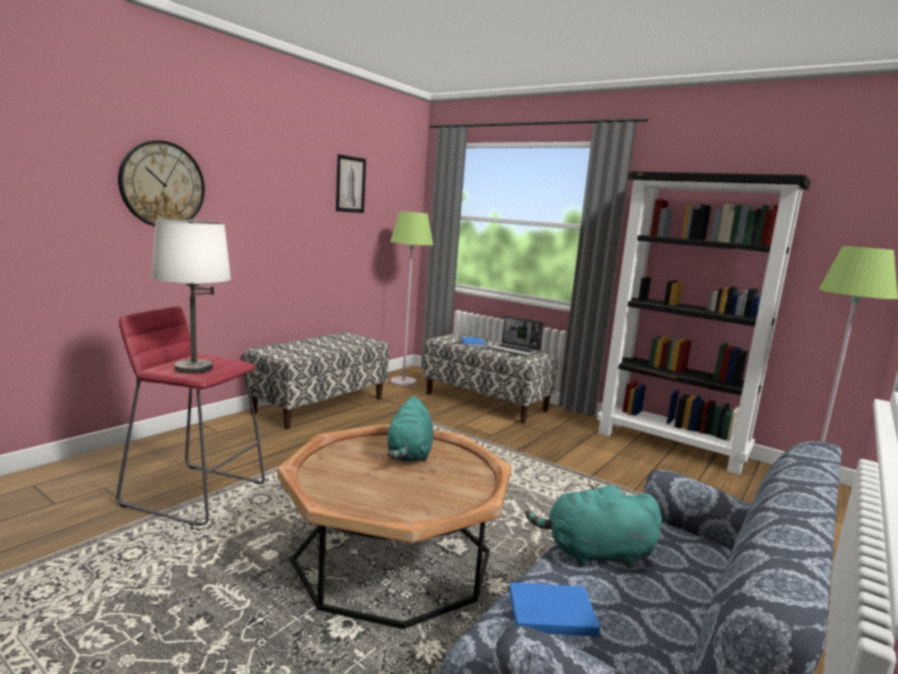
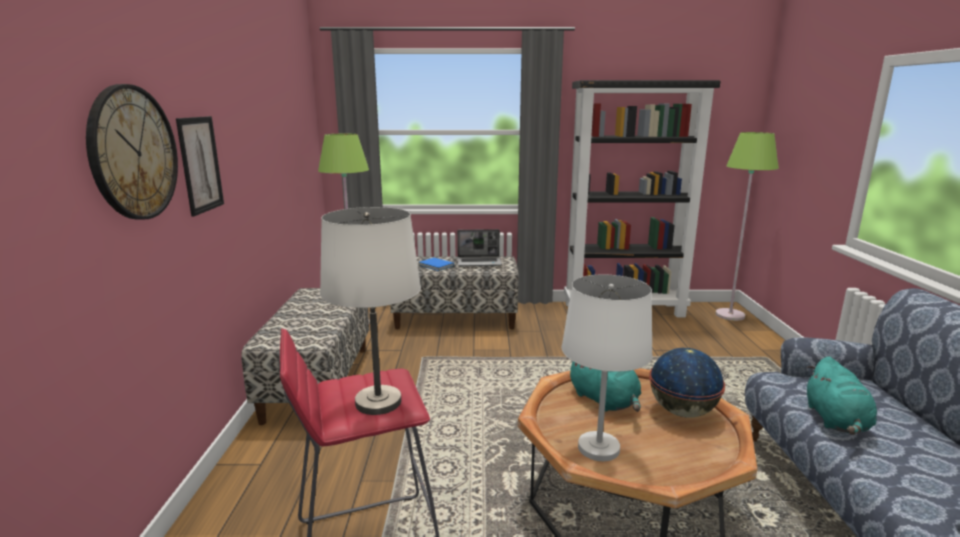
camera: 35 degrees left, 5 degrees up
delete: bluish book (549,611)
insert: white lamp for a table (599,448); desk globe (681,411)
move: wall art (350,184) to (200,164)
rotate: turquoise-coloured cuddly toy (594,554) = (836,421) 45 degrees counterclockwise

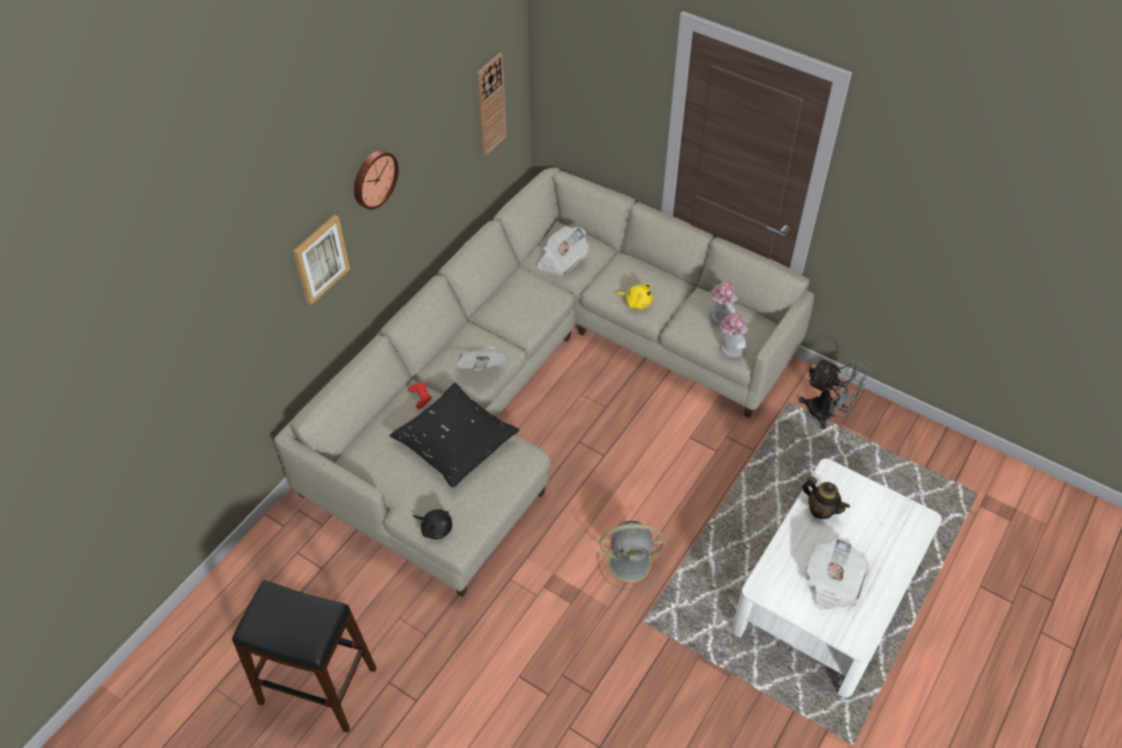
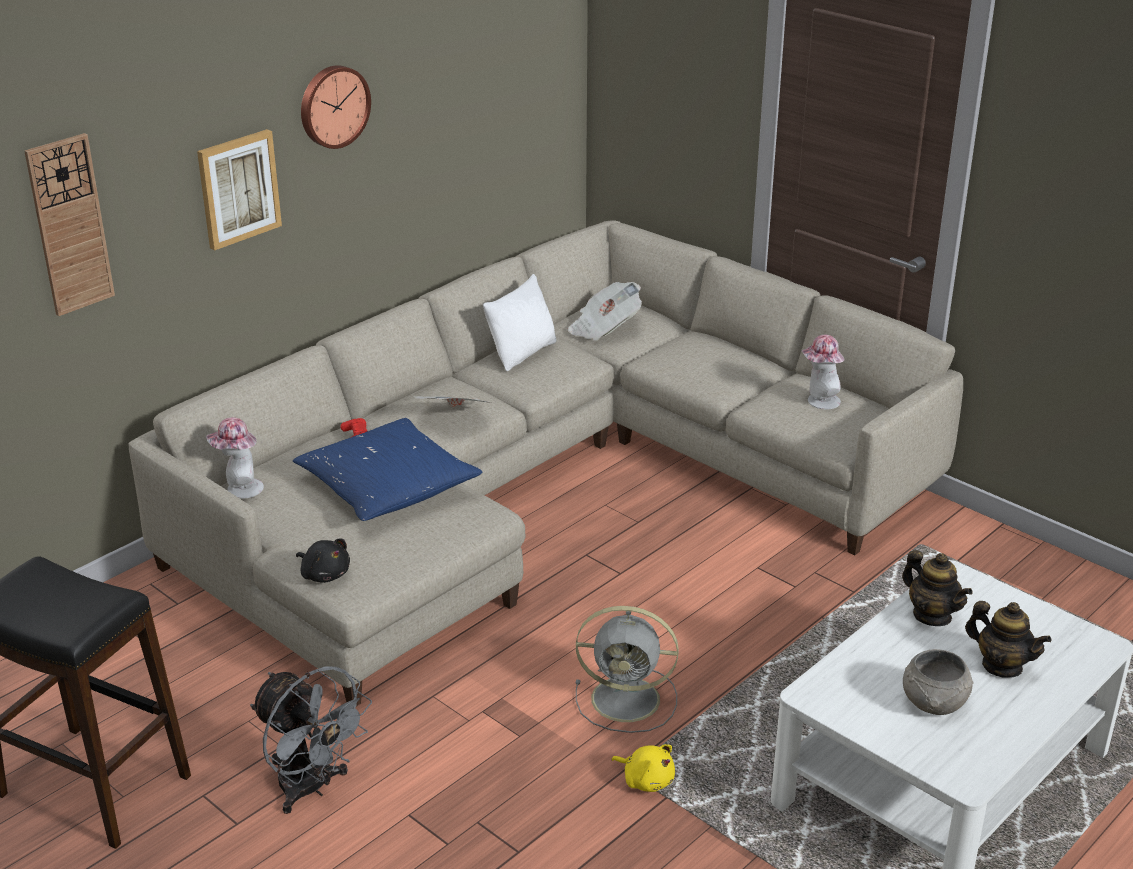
camera: 10 degrees right, 20 degrees down
insert: white pillow (522,353); pot for tea (1001,666)
move: hanging clock (491,105) to (70,225); clothing hat (730,349) to (240,489); gray cooling fan (828,413) to (312,788); yellow cuddly toy (637,302) to (646,780)
replace: daily paper (832,584) to gray bowl (933,704)
recolor: black-coloured pillow (455,442) to bluish pillow (388,486)

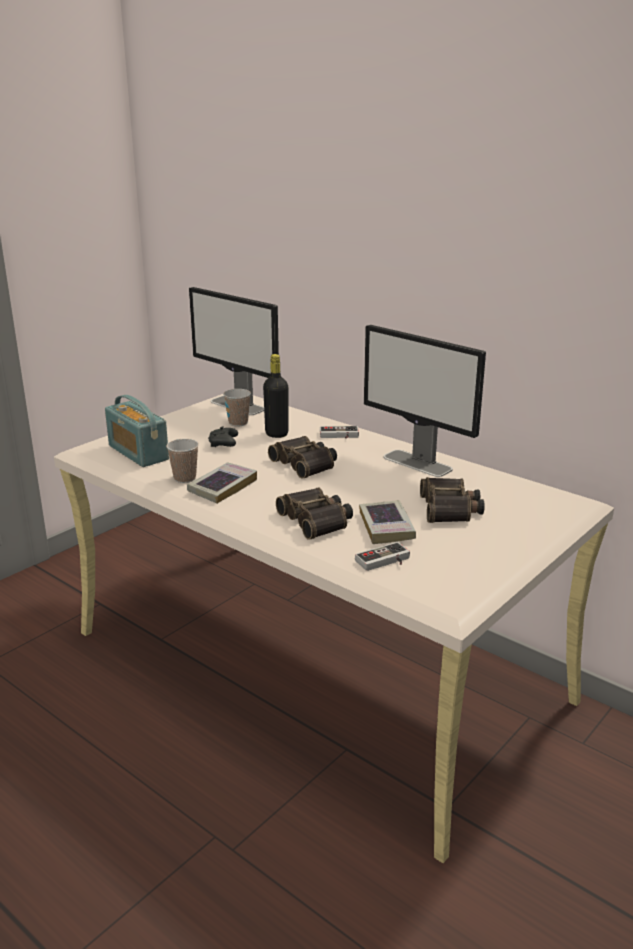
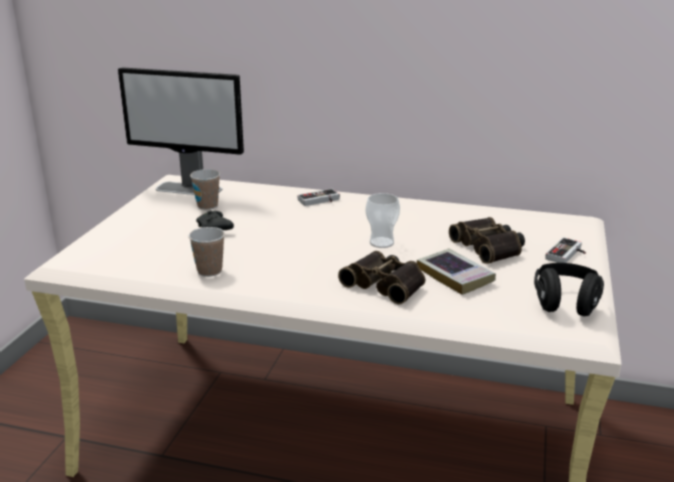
camera: 25 degrees left, 0 degrees up
delete: radio receiver (138,453); book (222,487); black-coloured beverage bottle (276,434); pair of binoculars (306,464); computer screen (418,463)
insert: cup (381,243); black-coloured headphones (565,303)
move: gamepad (385,562) to (567,255)

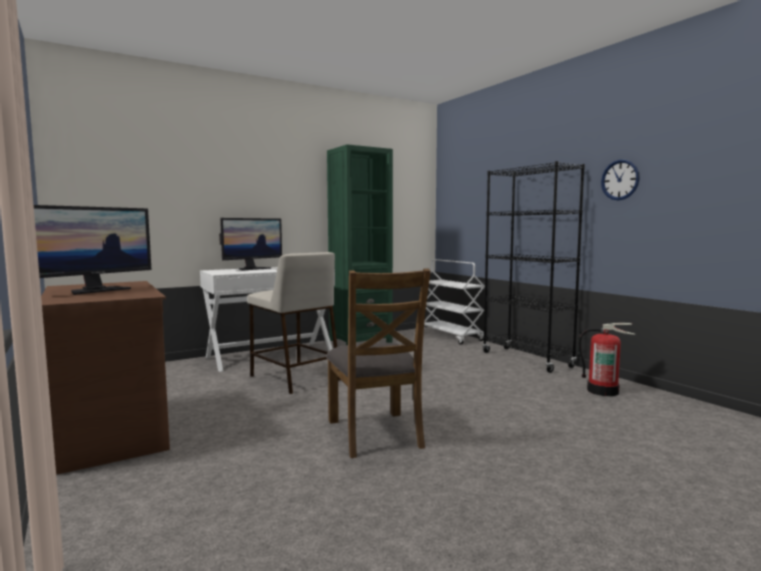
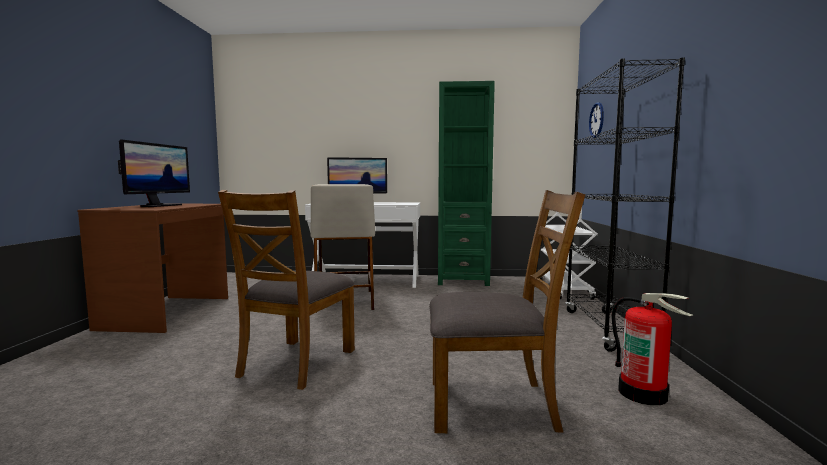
camera: 35 degrees right, 0 degrees up
insert: brown chair (492,404)
move: hanging clock (620,180) to (596,120)
rotate: computer screen (96,290) = (158,206) 60 degrees counterclockwise

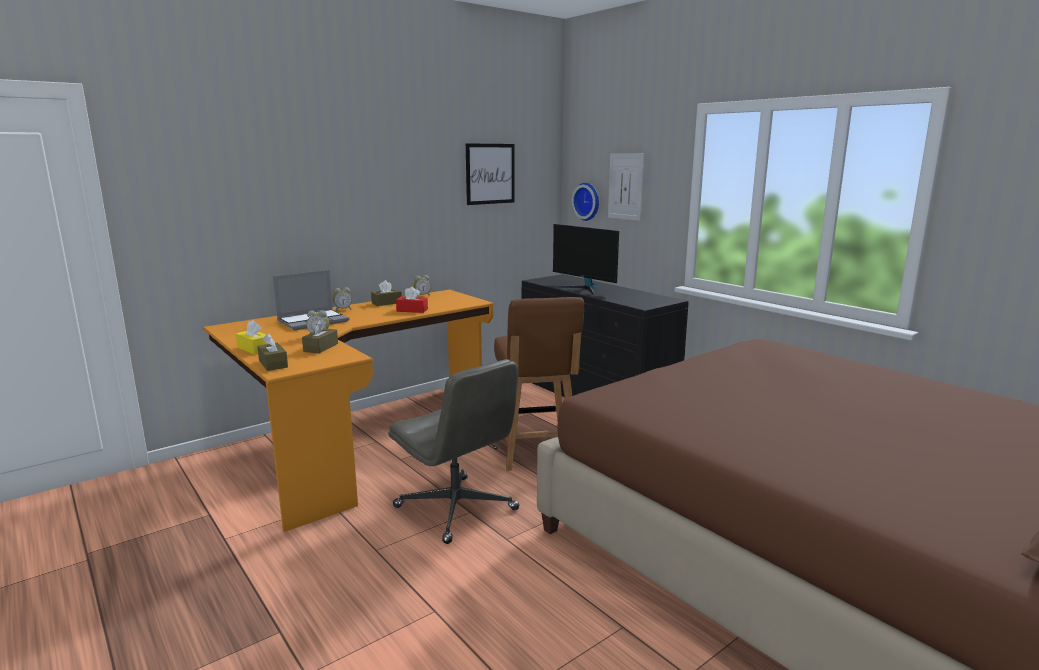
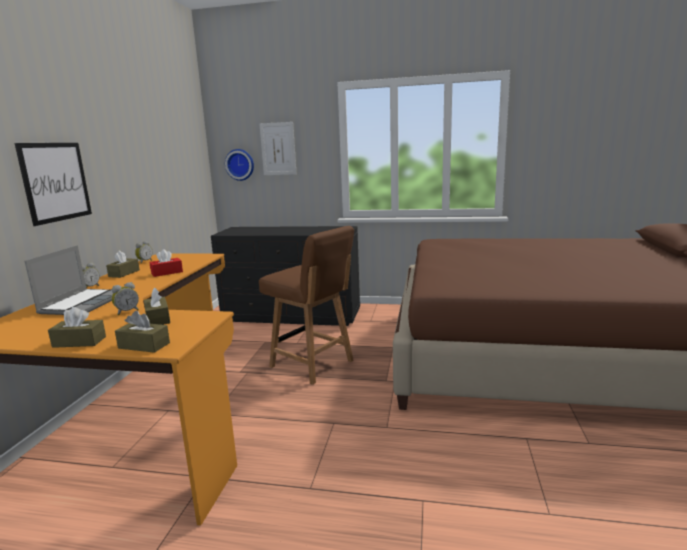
camera: 40 degrees left, 0 degrees up
delete: gray desk chair (457,509); computer screen (584,288)
move: wall art (490,174) to (55,182)
recolor: yellow box of tissues (254,349) to brown box of tissues (79,342)

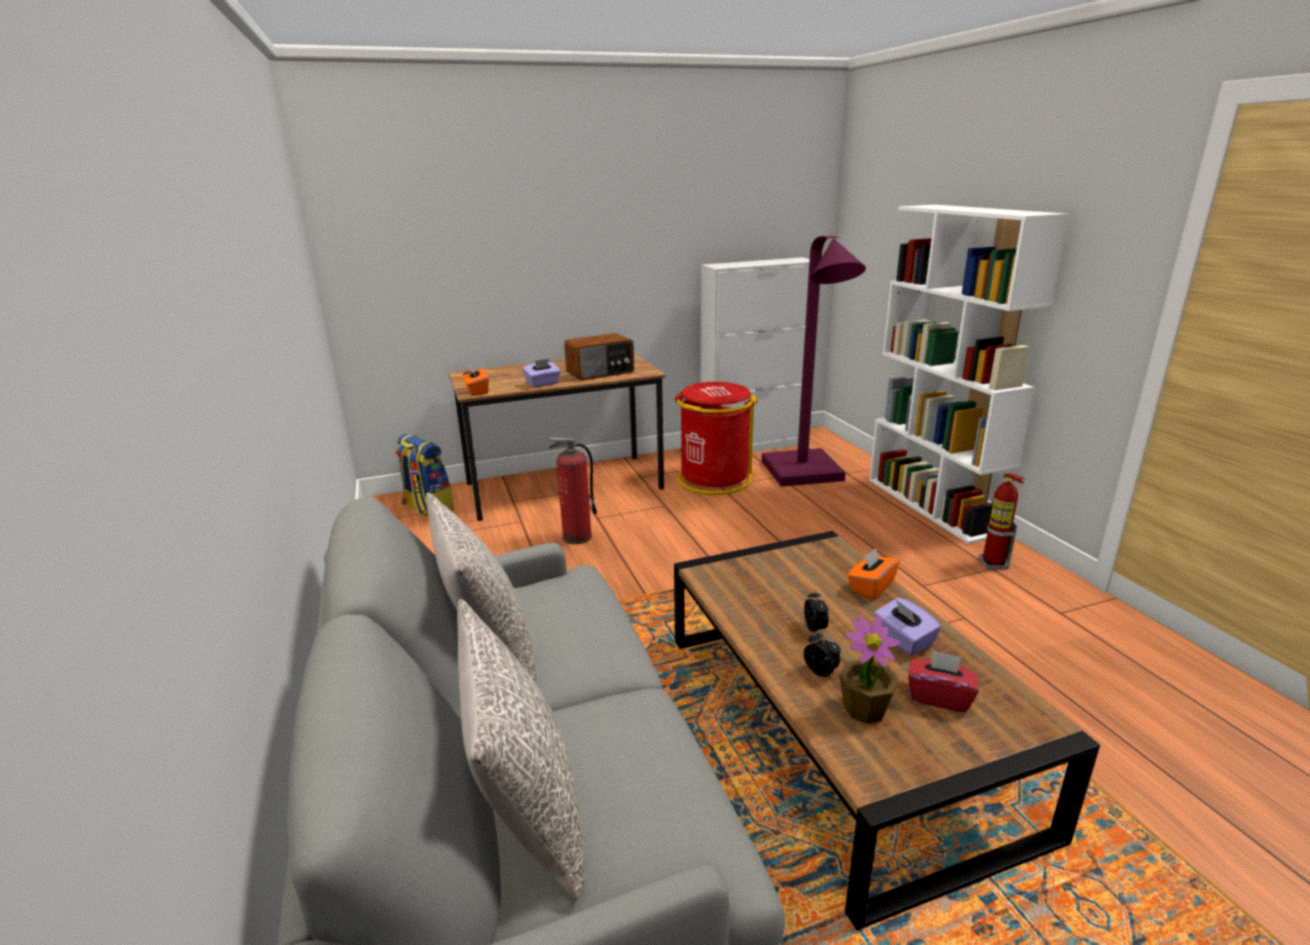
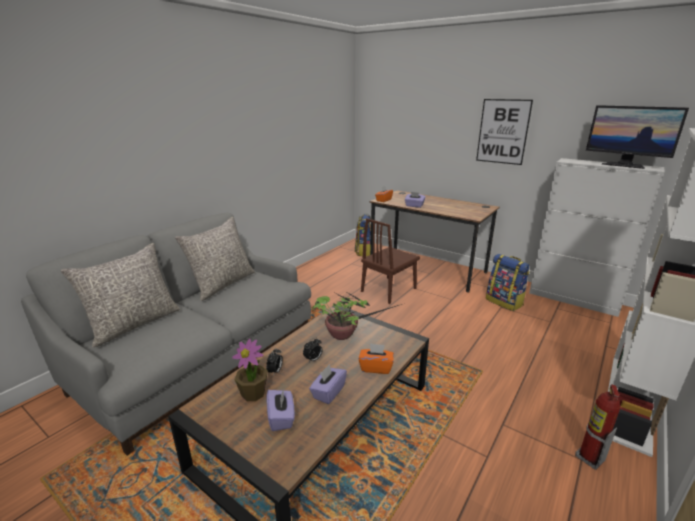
camera: 55 degrees right, 0 degrees up
delete: radio receiver (601,372); purplish standing lamp (806,476)
insert: plant in a pot (343,335); wall art (503,131); computer screen (624,165)
replace: fire extinguisher (577,537) to brown chair (388,289); reddish waste bin (713,479) to knapsack (504,302)
recolor: reddish box of tissues (939,697) to purplish box of tissues (281,418)

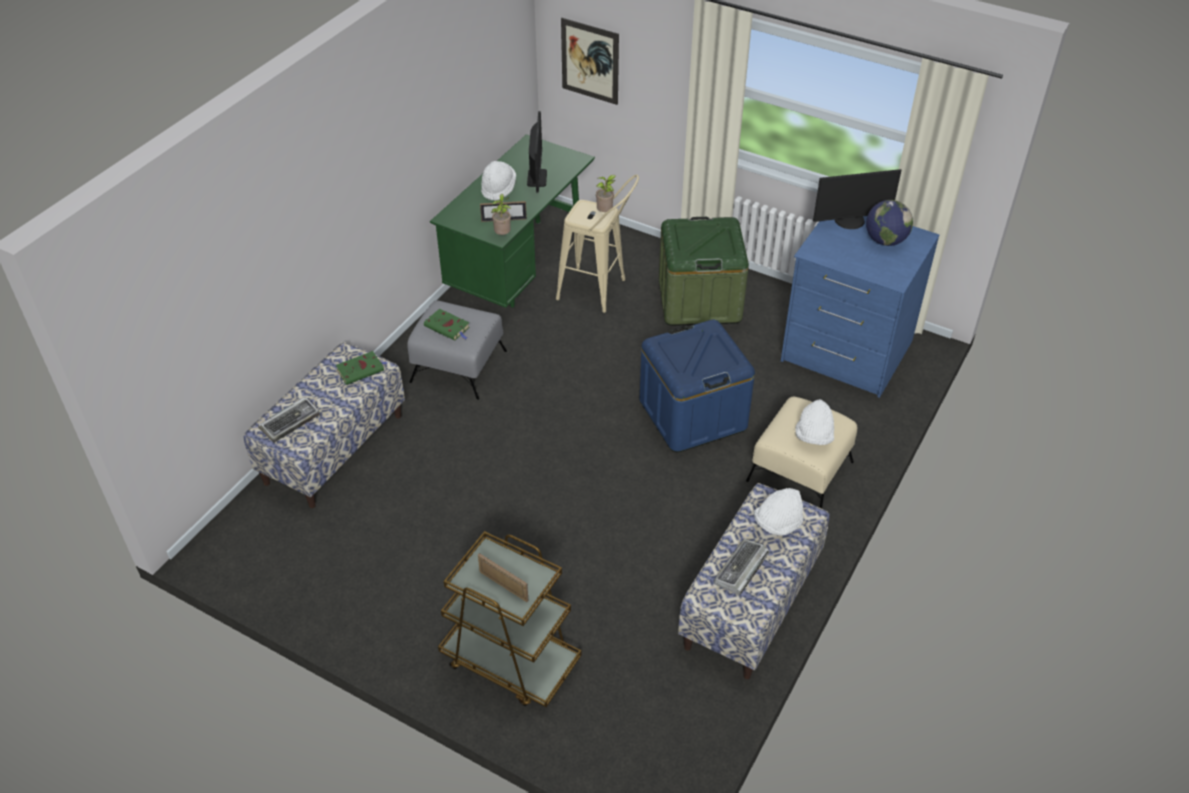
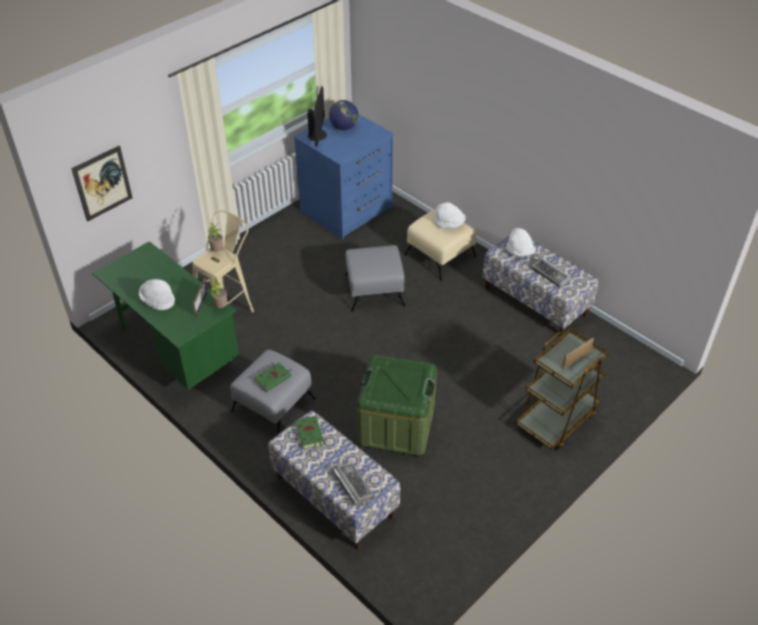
camera: 75 degrees left, 0 degrees up
delete: computer screen (537,178)
move: green-coloured storage container (699,300) to (396,425)
replace: bluish storage container (692,415) to gray ottoman (375,290)

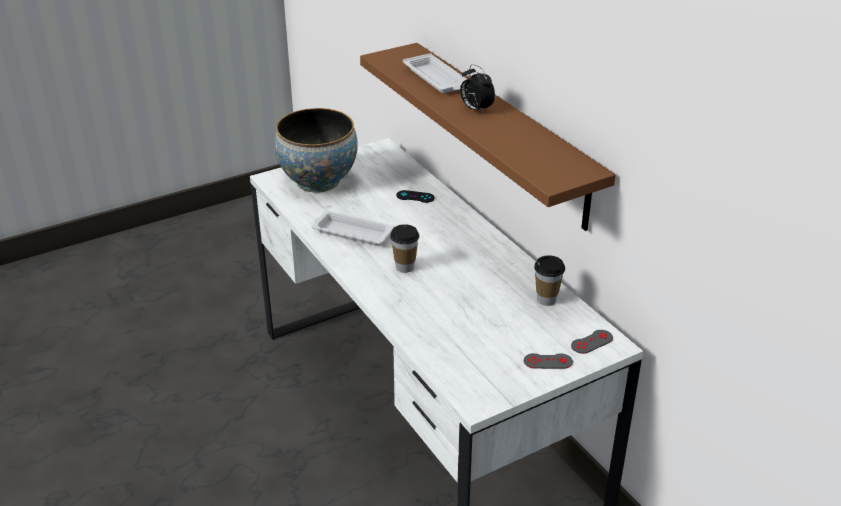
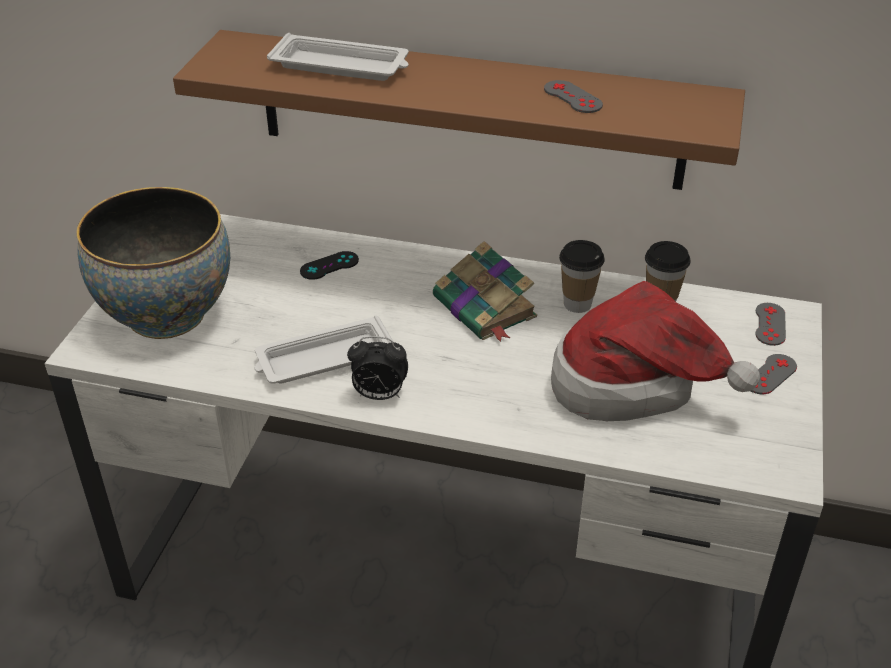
camera: 45 degrees left, 5 degrees up
insert: book (485,309); gray gamepad (572,97); clothing hat (634,385)
move: bedside clock (475,109) to (379,395); cup (405,267) to (577,304)

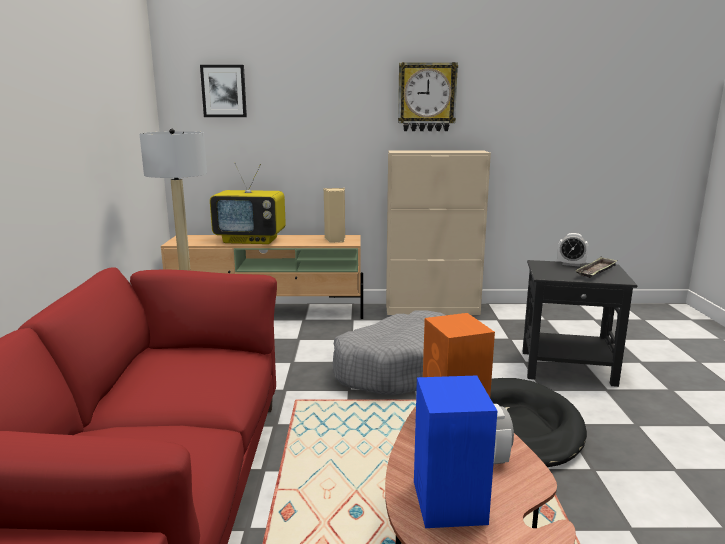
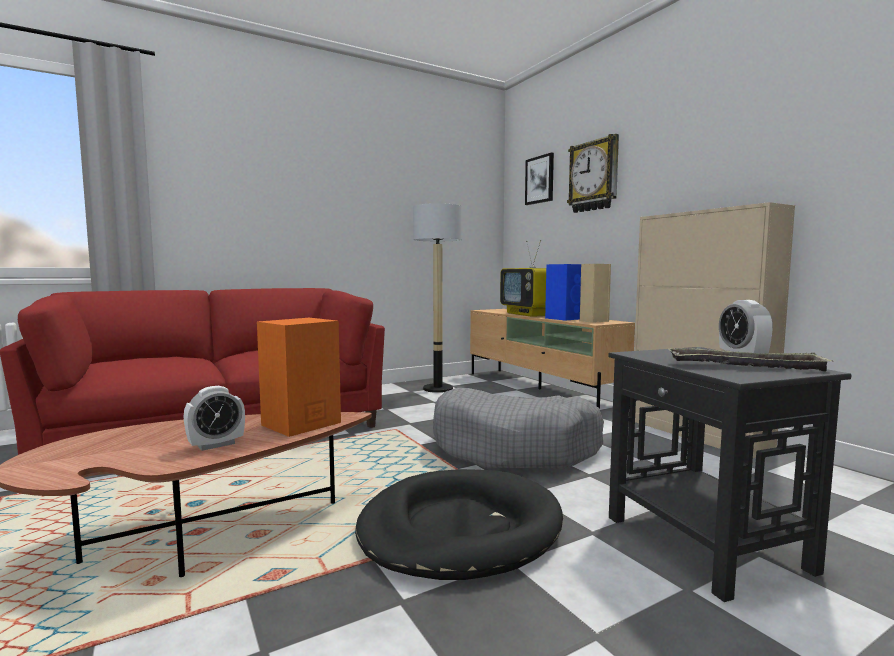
camera: 60 degrees right, 10 degrees down
move: bluish loudspeaker (448,500) to (566,318); hanging clock (426,97) to (594,176)

